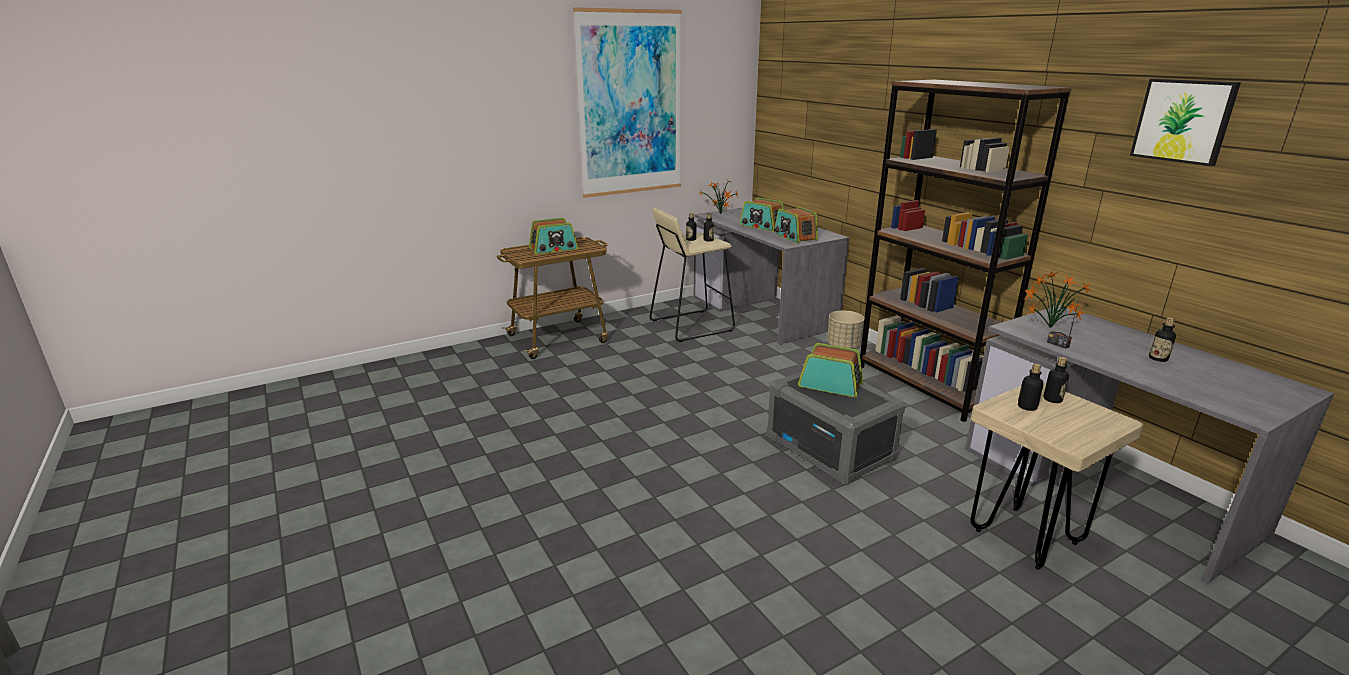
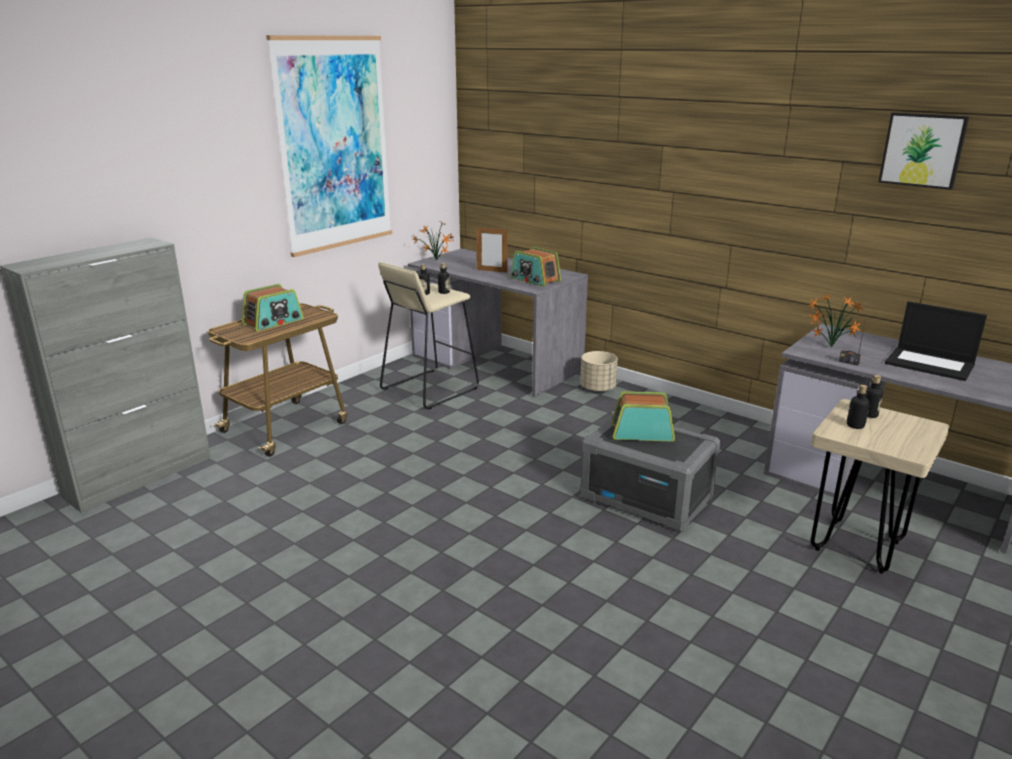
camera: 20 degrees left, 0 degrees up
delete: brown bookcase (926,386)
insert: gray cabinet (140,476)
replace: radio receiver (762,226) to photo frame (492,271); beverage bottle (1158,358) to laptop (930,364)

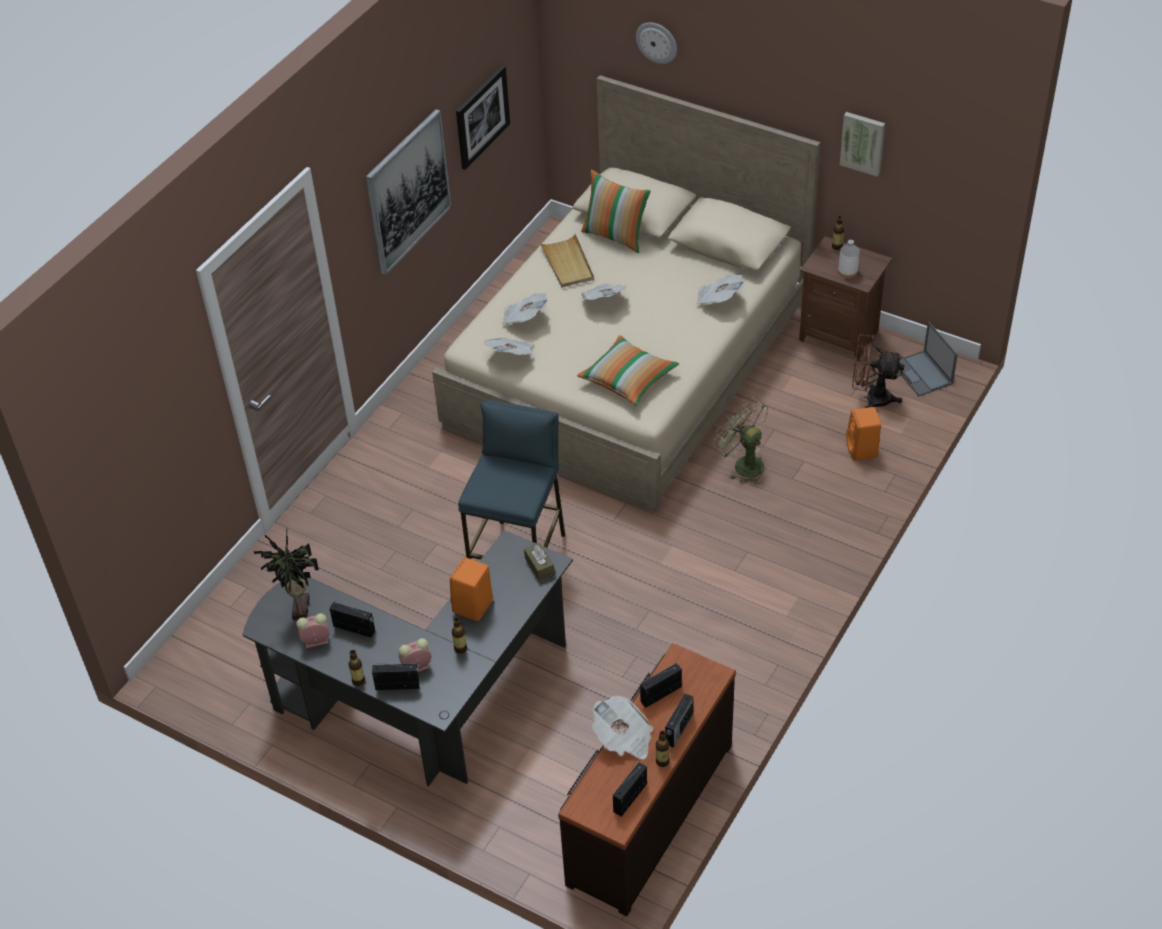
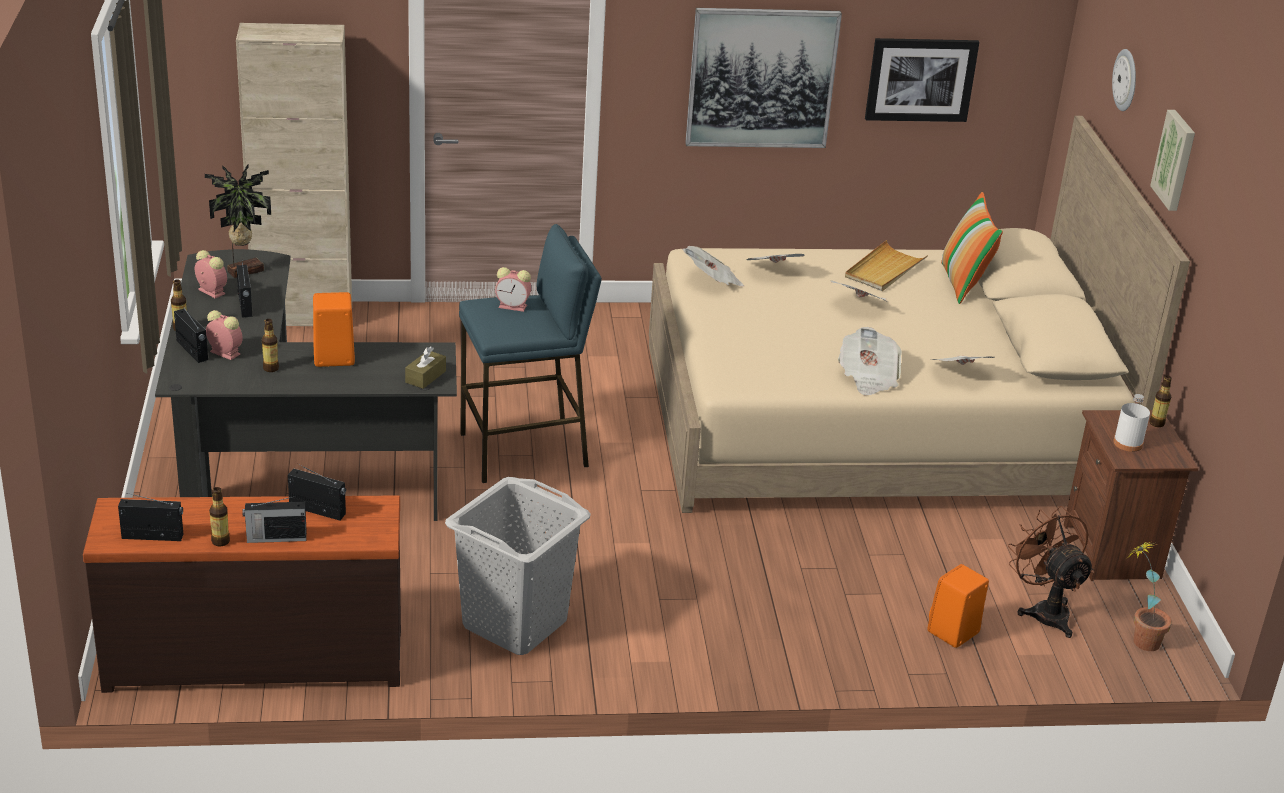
camera: 50 degrees right, 15 degrees down
delete: pillow (628,379); green-coloured cooling fan (743,464)
insert: beige cabinet (303,316); gray washing basket (514,623); bedside clock (514,306)
move: daily paper (623,738) to (868,378); wall art (863,142) to (1176,160)
replace: laptop (922,374) to plant in a pot (1138,639)

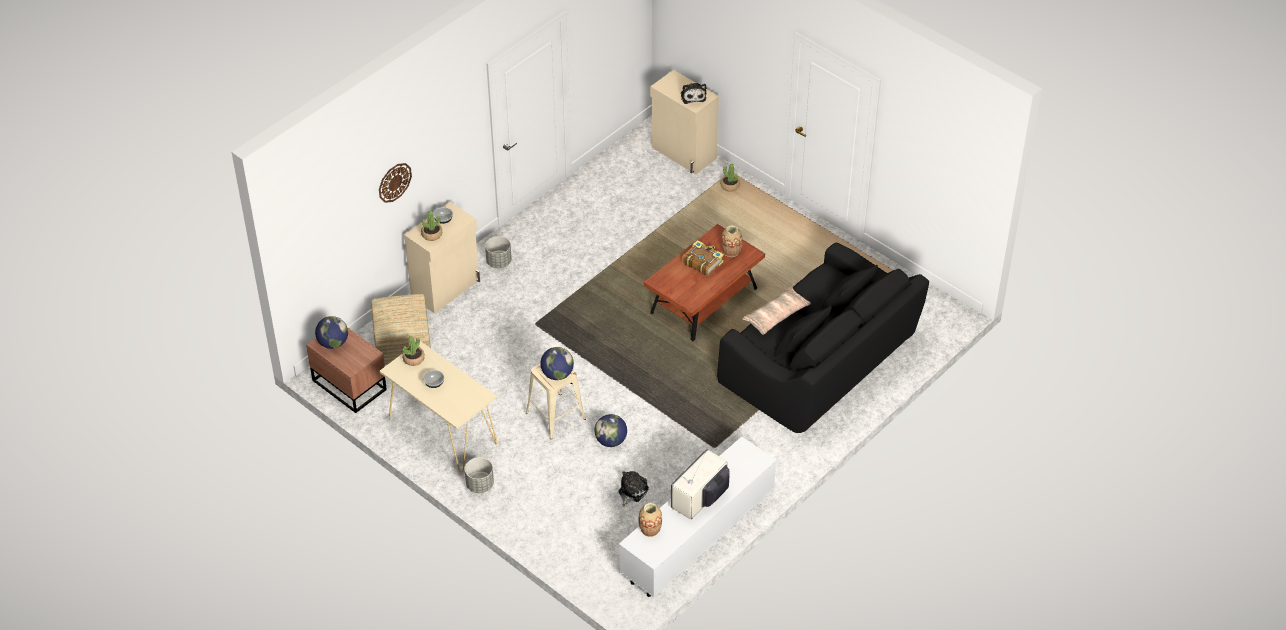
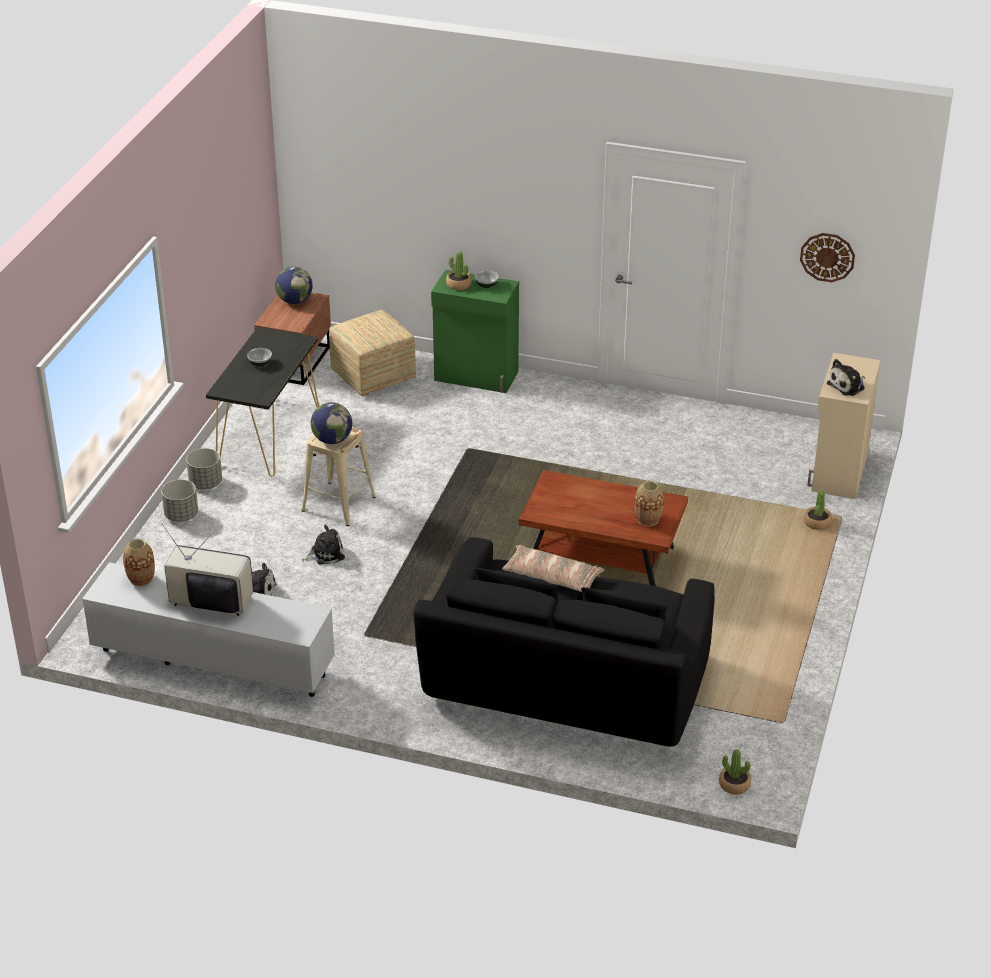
camera: 65 degrees right, 10 degrees down
delete: book (702,262)
move: gray plant pot (499,262) to (181,515); plant in a pot (413,358) to (734,784); hanging clock (394,182) to (827,257)
replace: desk globe (611,441) to cuddly toy (325,554)
recolor: beige hall table (442,430) to black-coloured hall table (268,436); beige cabinet (446,288) to green-coloured cabinet (476,377)

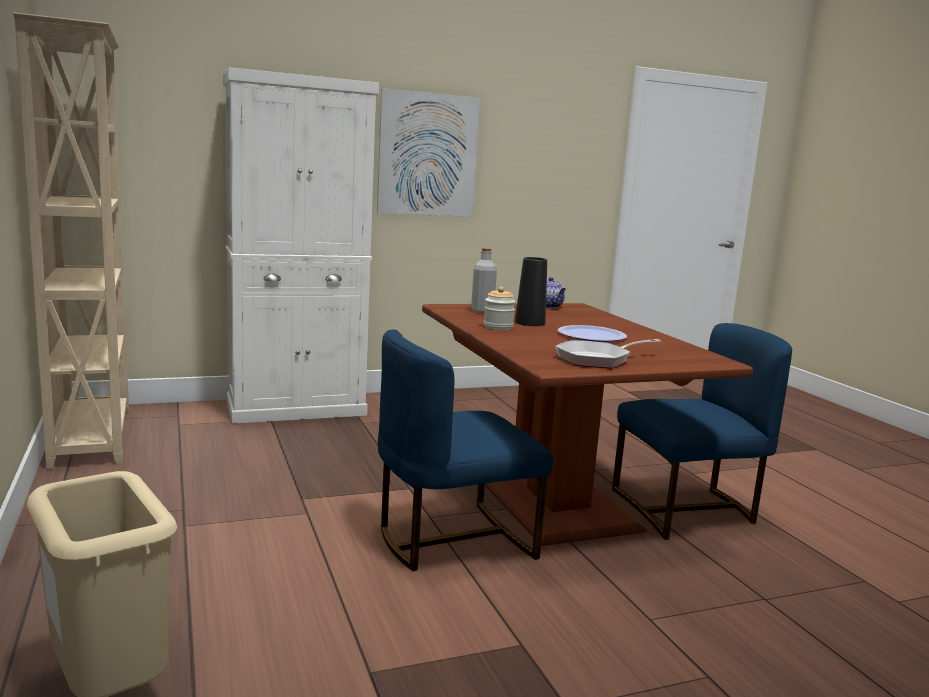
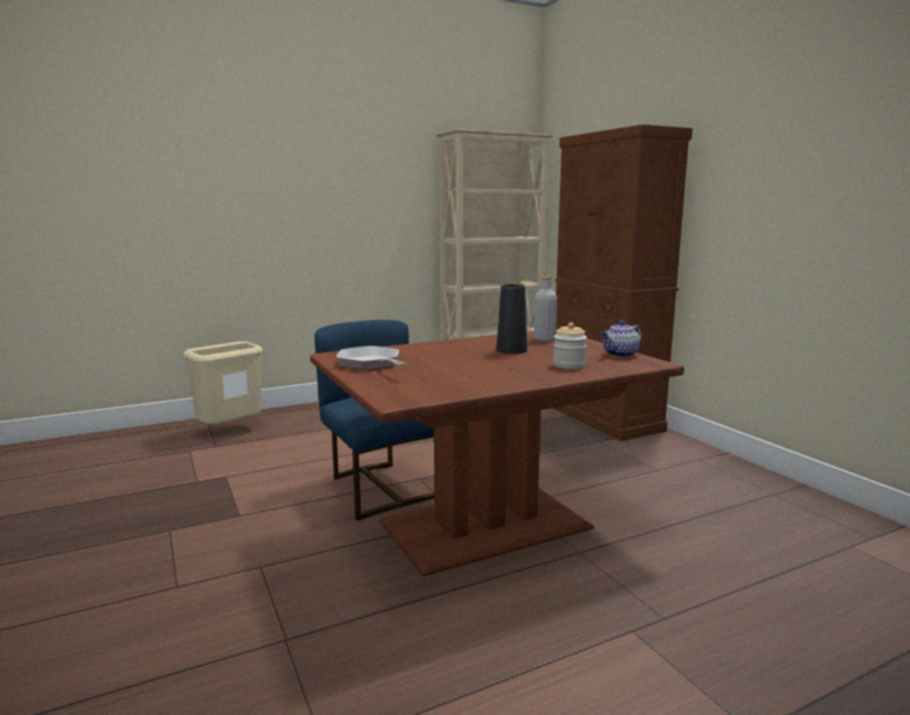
camera: 85 degrees right, 0 degrees up
delete: wall art (428,155); dinner plate (591,336); bluish chair (687,510)
move: jar (498,327) to (569,365)
recolor: white cabinet (297,409) to brown cabinet (605,418)

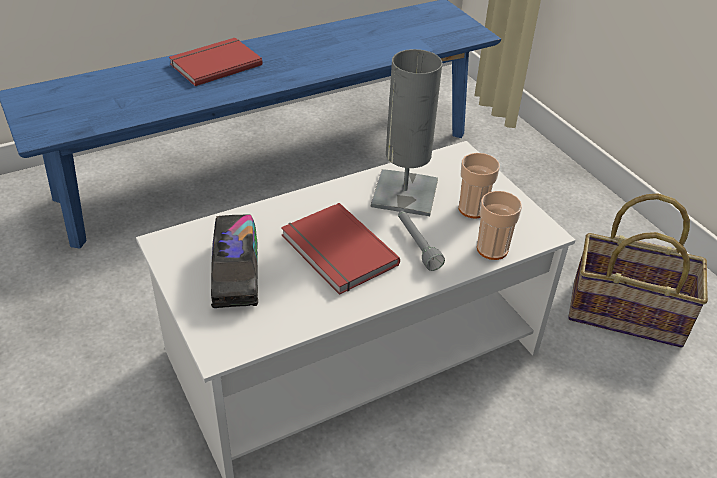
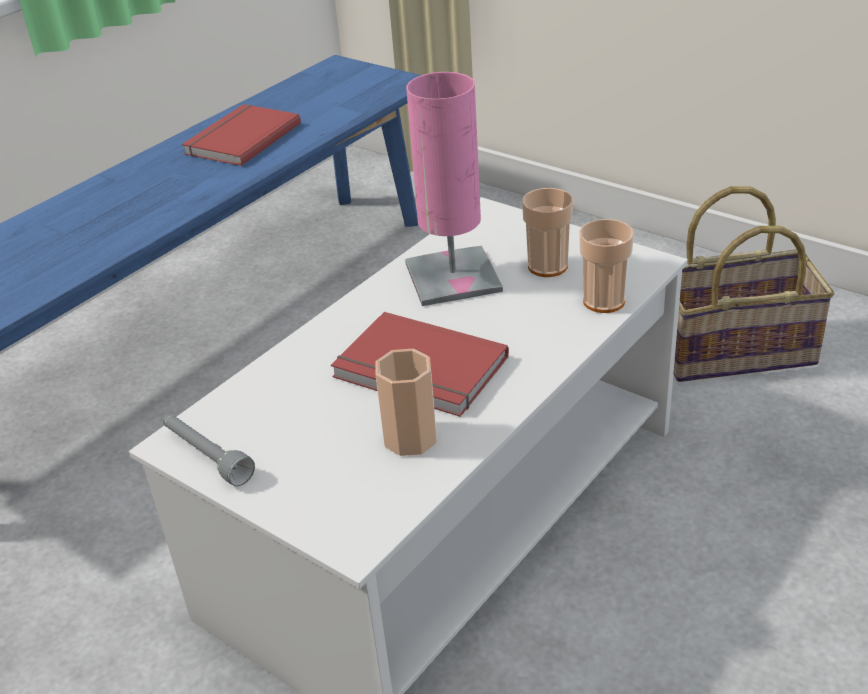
camera: 20 degrees left, 5 degrees down
delete: toy lorry (236,275)
insert: cup (410,438)
move: gray torch (417,245) to (206,456); reddish book (214,64) to (240,138)
recolor: gray lamp for a table (405,193) to pinkish lamp for a table (453,277)

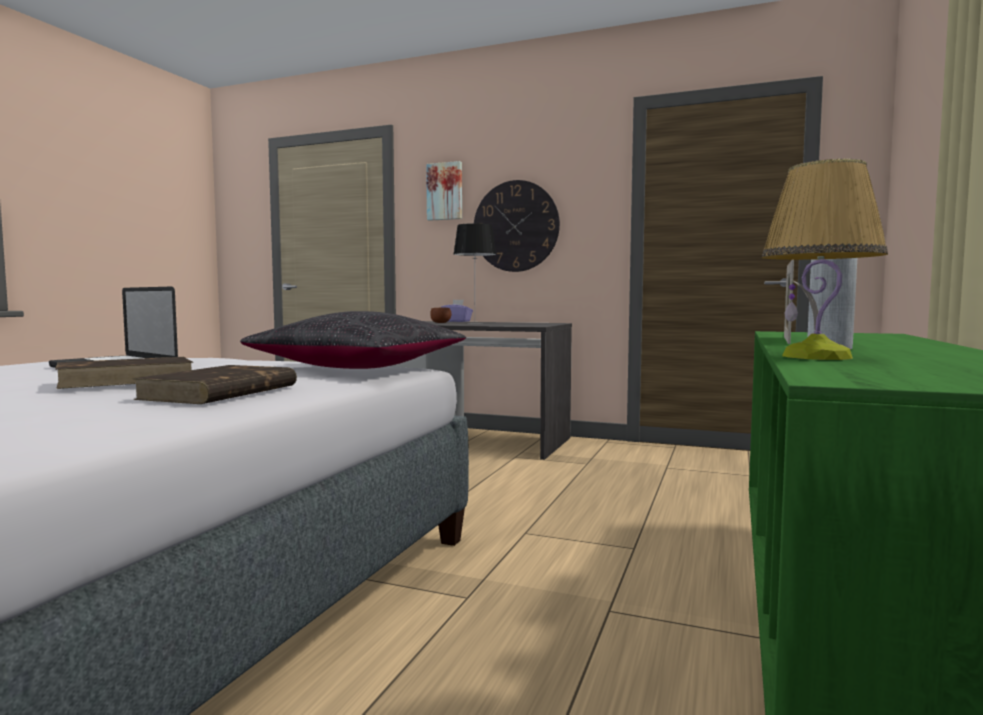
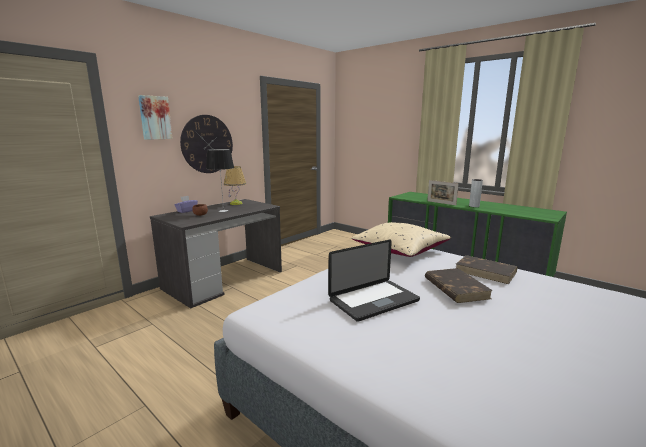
camera: 70 degrees left, 10 degrees up
move: lamp for a table (817,356) to (236,203)
recolor: black-coloured pillow (359,368) to beige pillow (400,250)

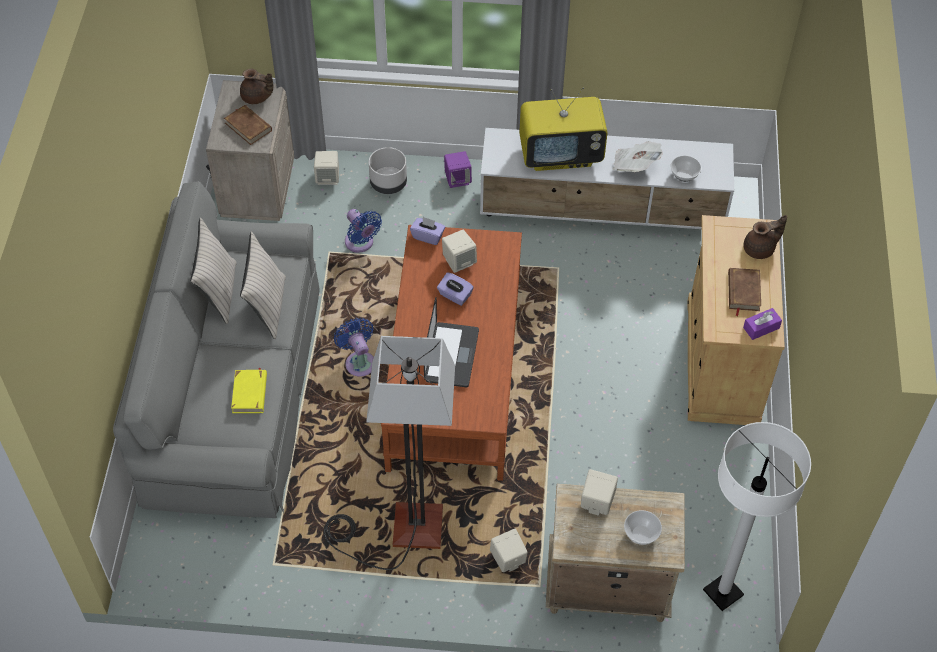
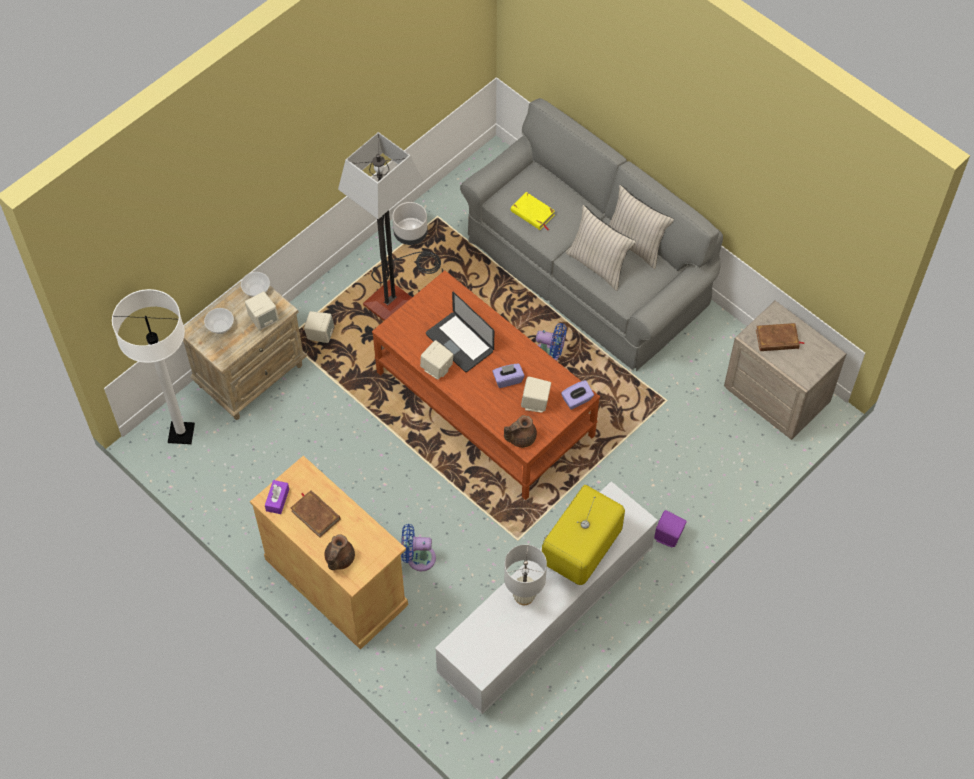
camera: 130 degrees right, 5 degrees up
move: bowl (684,175) to (256,291); gray plant pot (388,183) to (411,234); bluish cooling fan (361,243) to (418,558); beige loudspeaker (328,178) to (437,369); brown pot for tea (256,97) to (520,438)
replace: daily paper (635,165) to white lamp for a table (524,596)

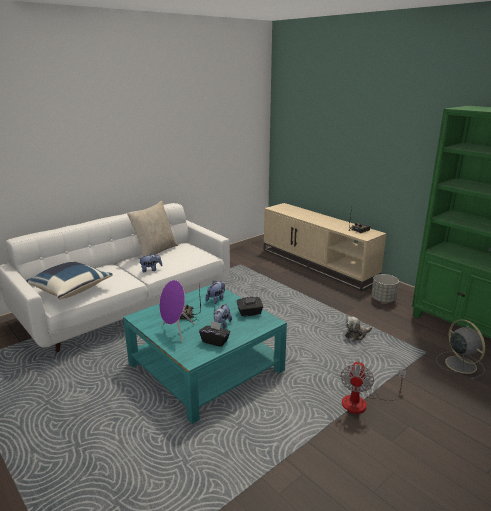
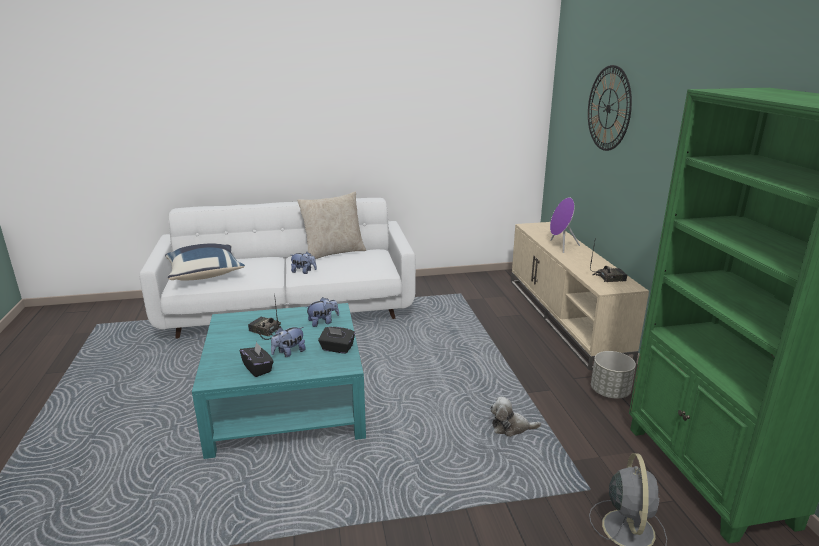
camera: 30 degrees right, 0 degrees up
delete: cooling fan (362,402)
insert: hanging clock (608,108)
move: purplish loudspeaker (176,332) to (560,246)

